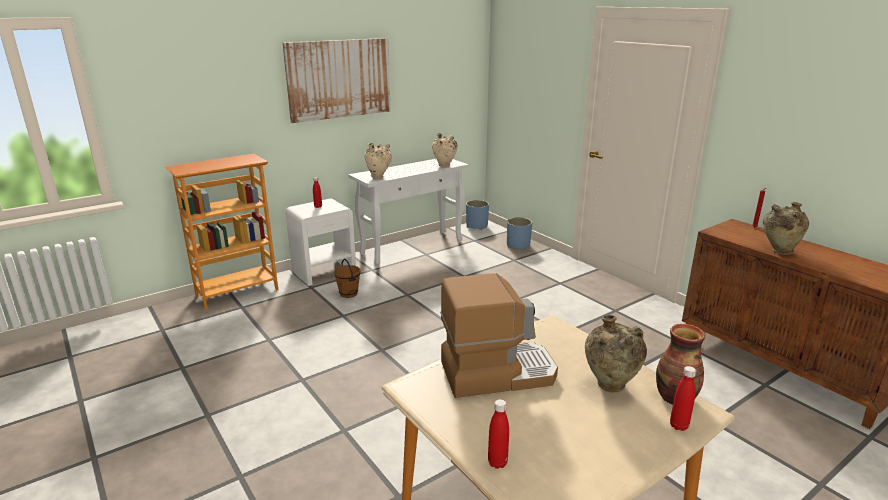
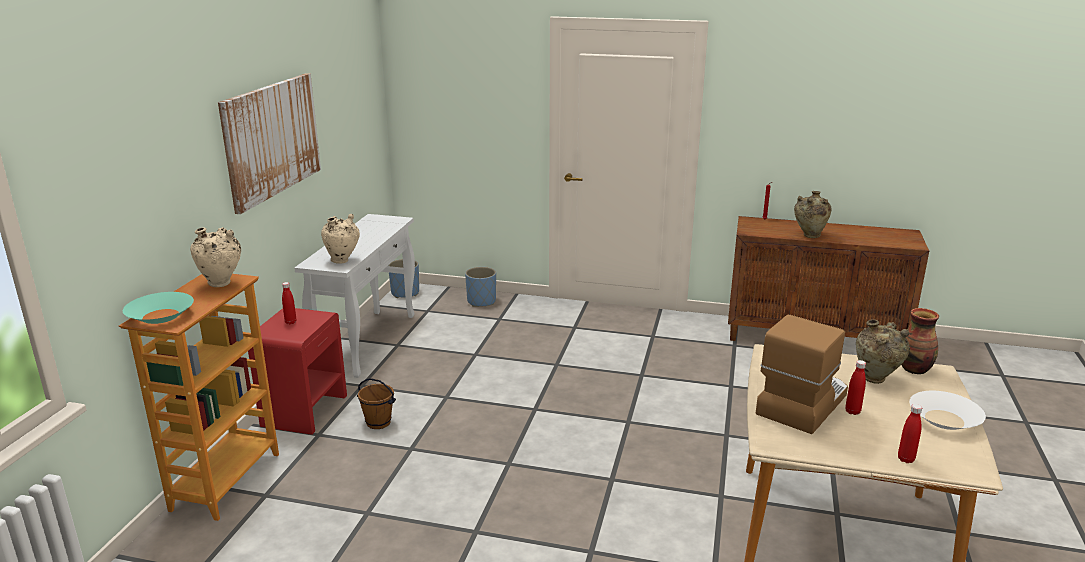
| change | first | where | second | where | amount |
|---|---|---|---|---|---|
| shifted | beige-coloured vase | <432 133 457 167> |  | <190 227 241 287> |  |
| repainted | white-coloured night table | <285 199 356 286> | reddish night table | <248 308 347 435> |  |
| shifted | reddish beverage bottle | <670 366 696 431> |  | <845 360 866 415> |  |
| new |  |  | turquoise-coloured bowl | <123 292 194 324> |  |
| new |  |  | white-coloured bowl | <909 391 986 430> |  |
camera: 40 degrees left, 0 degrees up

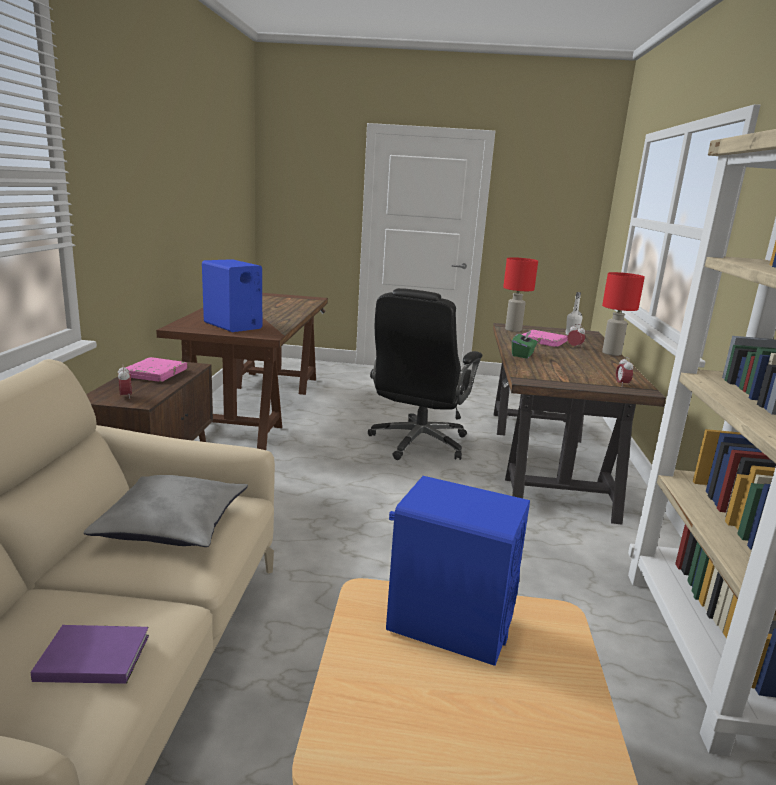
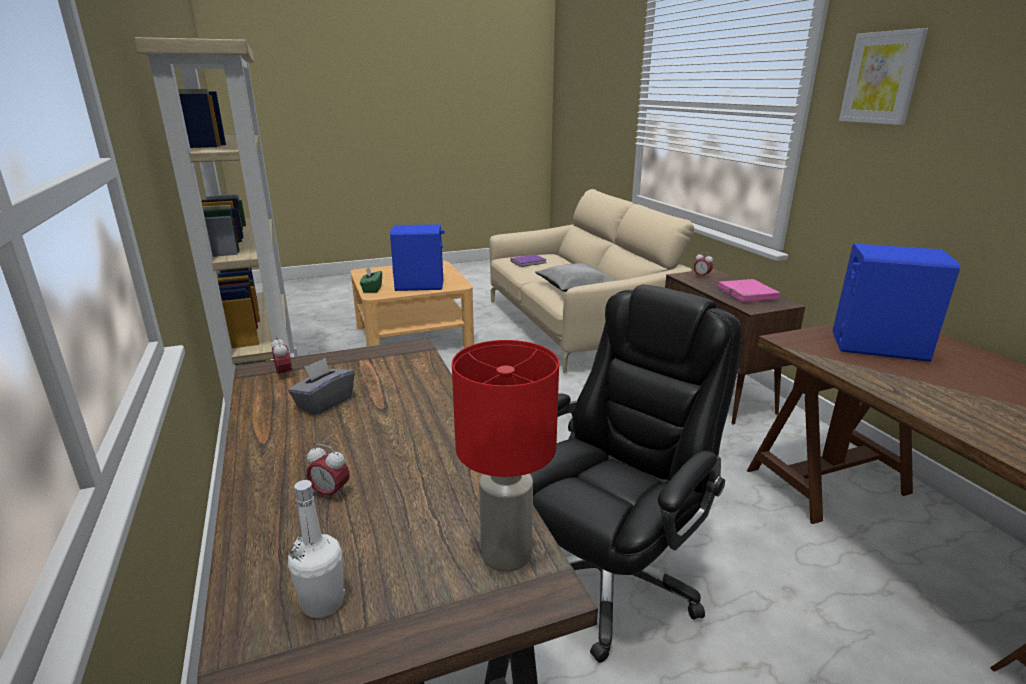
| change | first | where | second | where | amount |
|---|---|---|---|---|---|
| gone | reddish tabletop lamp | <602 272 645 356> |  |  |  |
| rotated | blackish desk chair | <368 288 482 460> |  | <530 285 742 663> | 45 degrees clockwise |
| shifted | green tissue box | <512 330 538 358> |  | <360 267 382 293> |  |
| gone | pink-coloured bound book | <521 330 568 347> |  |  |  |
| new |  |  | picture | <839 28 928 125> |  |
| new |  |  | gray tissue box | <288 358 355 416> |  |
camera: 155 degrees right, 5 degrees up

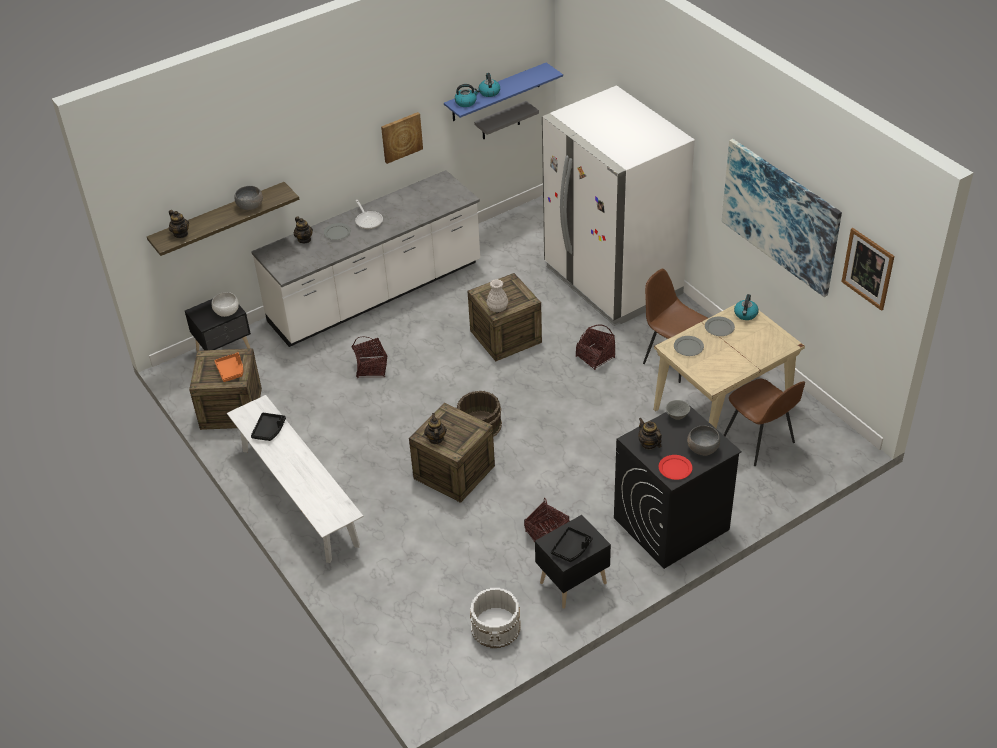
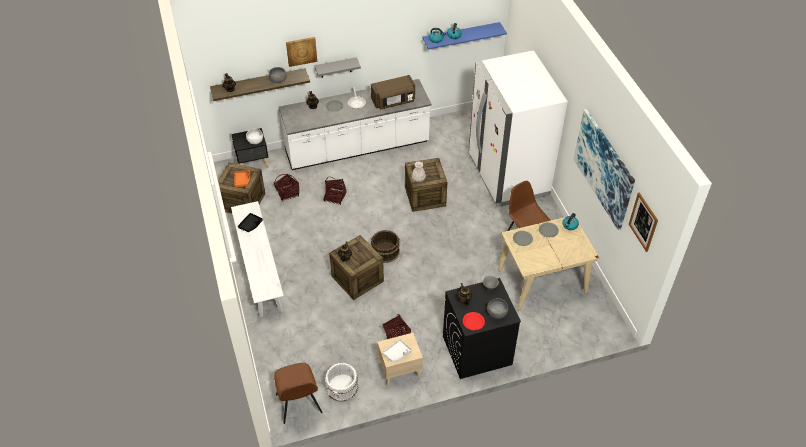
| change | first | where | second | where | amount |
|---|---|---|---|---|---|
| shifted | gray shelf | <474 101 539 139> |  | <314 57 361 78> |  |
| shifted | picture | <381 112 423 164> |  | <286 37 317 67> |  |
| shifted | household basket | <576 324 615 370> |  | <274 174 299 201> |  |
| shifted | brown upright chair | <724 379 805 466> |  | <274 363 322 424> |  |
| repainted | blackish night table | <535 515 611 609> | beige-coloured night table | <377 333 423 387> |  |
| repainted | blackish carrying tray | <551 527 592 562> | white-coloured carrying tray | <383 339 412 362> |  |
| new |  |  | brown microwave | <371 75 415 110> |  |
camera: 15 degrees right, 5 degrees up

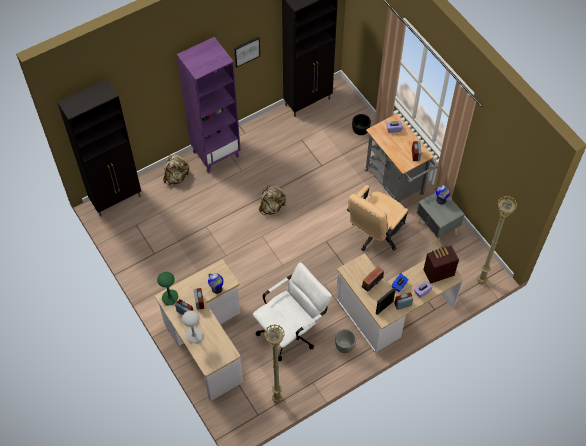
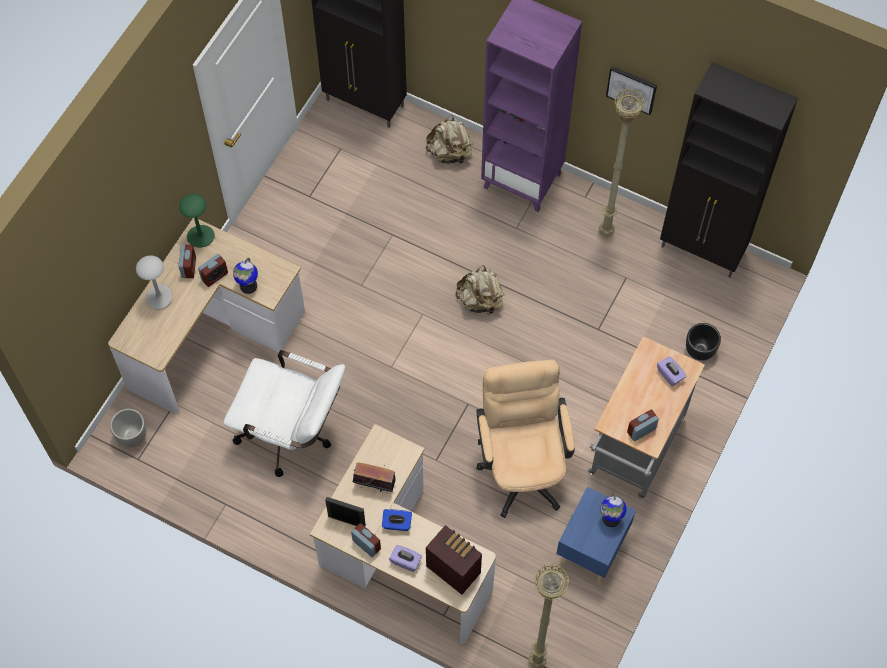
| change | first | where | second | where | amount |
|---|---|---|---|---|---|
| rotated | beige-coloured desk chair | <347 185 408 251> |  | <476 360 575 518> | 75 degrees clockwise |
| repainted | gray night table | <416 192 465 246> | blue-coloured night table | <556 487 636 585> |  |
| shifted | beige-coloured standard lamp | <264 325 285 404> |  | <599 89 645 237> |  |
| shifted | plant pot | <335 329 356 353> |  | <110 408 146 447> |  |
camera: 60 degrees right, 5 degrees up

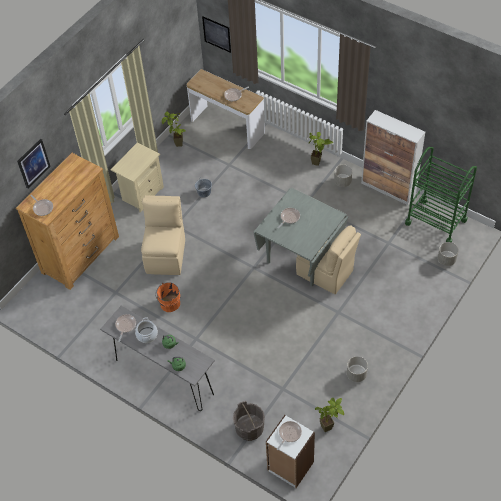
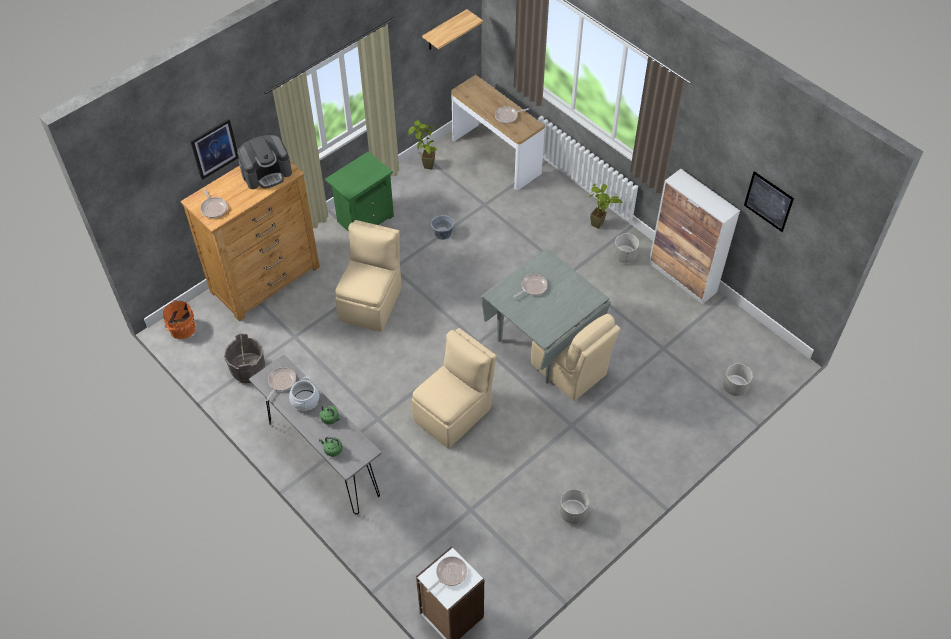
| change | first | where | second | where | amount |
|---|---|---|---|---|---|
| shifted | picture | <202 16 231 53> |  | <744 171 794 232> |  |
| repainted | beige-coloured night table | <111 143 164 213> | green night table | <325 152 394 232> |  |
| gone | green trolley | <405 147 477 242> |  |  |  |
| shifted | orangey water bucket | <155 282 180 312> |  | <163 300 196 339> |  |
| gone | houseplant | <315 398 344 432> |  |  |  |
| shifted | gray water bucket | <233 401 265 441> |  | <224 333 265 383> |  |
| new |  |  | shelf | <422 9 483 50> |  |
| new |  |  | coffee brewer | <237 135 292 189> |  |
| new |  |  | beige-coloured upright chair | <411 328 497 448> |  |
camera: 10 degrees right, 0 degrees up

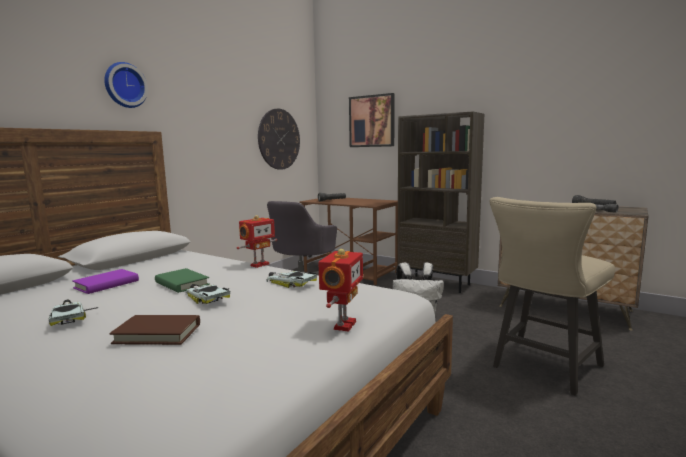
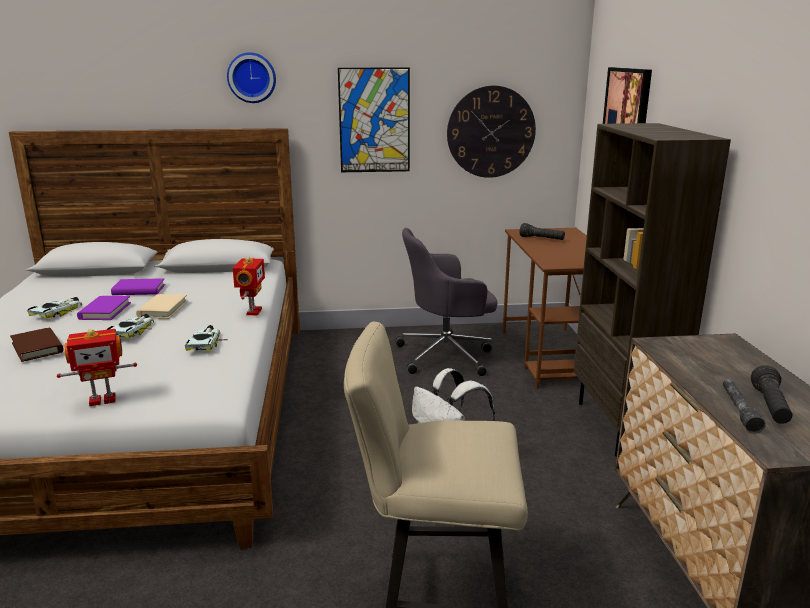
| change | first | where | second | where | amount |
|---|---|---|---|---|---|
| rotated | model robot | <237 215 277 268> |  | <233 257 265 315> | 90 degrees counterclockwise |
| repainted | green bound book | <155 268 210 293> | beige-coloured bound book | <136 294 188 319> |  |
| new |  |  | picture | <338 67 410 172> |  |
| new |  |  | purple-coloured bound book | <77 296 131 320> |  |
camera: 50 degrees right, 10 degrees up

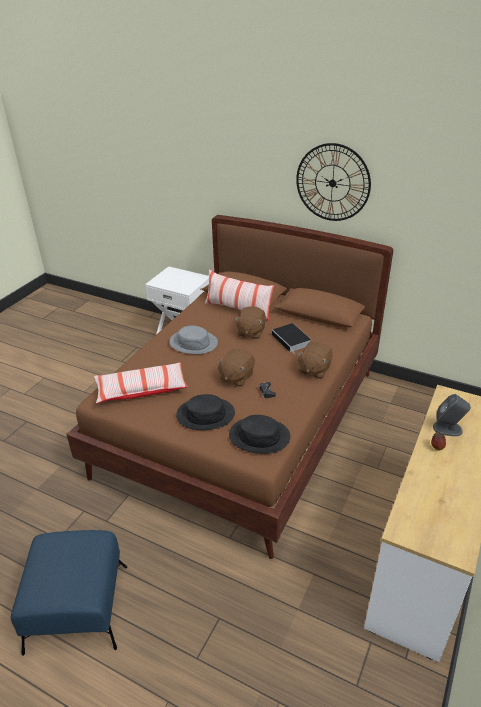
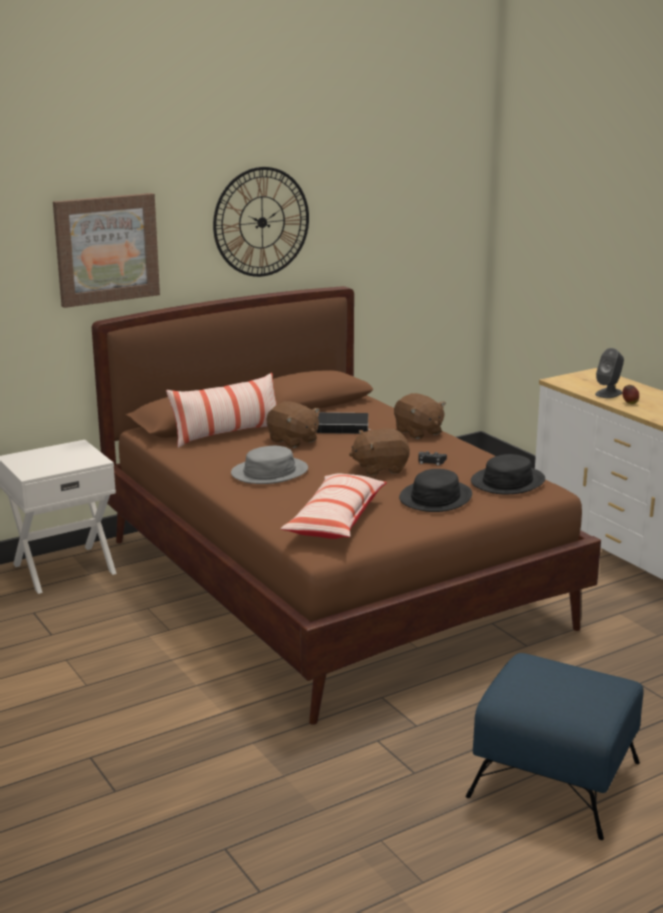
| change | first | where | second | where | amount |
|---|---|---|---|---|---|
| rotated | brown soft toy | <217 349 255 387> |  | <349 428 410 476> | 105 degrees clockwise |
| new |  |  | picture | <53 193 160 308> |  |
camera: 60 degrees left, 15 degrees down

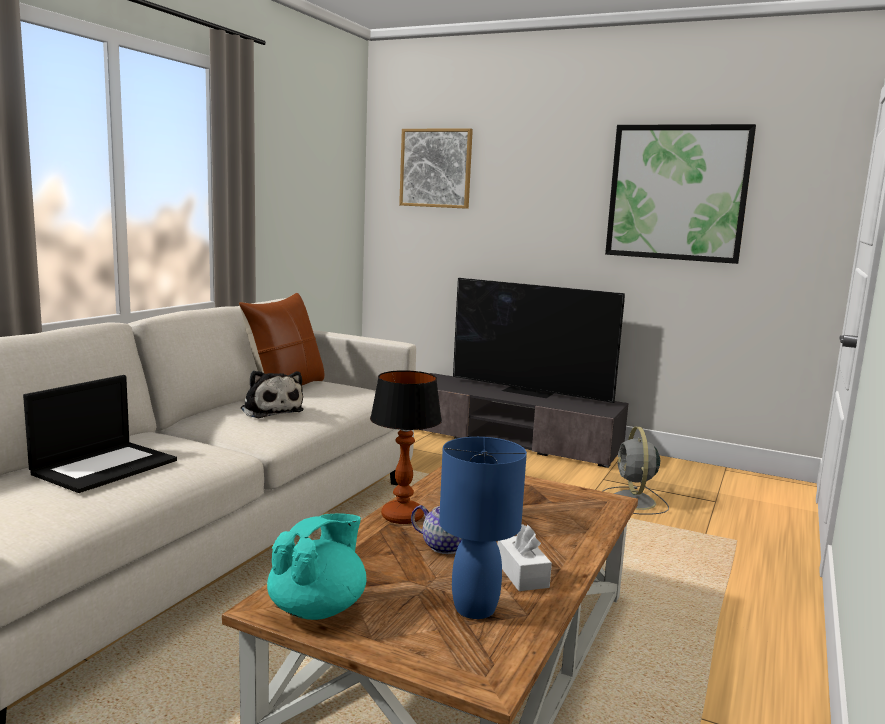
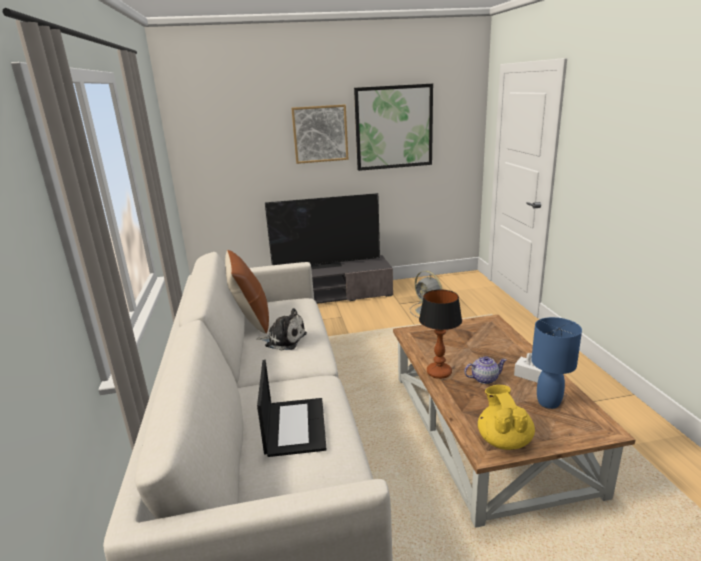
| change | first | where | second | where | amount |
|---|---|---|---|---|---|
| shifted | picture | <399 129 473 209> |  | <291 104 349 164> |  |
| repainted | turquoise-coloured tea pot | <267 513 366 620> | yellow tea pot | <478 385 535 450> |  |
camera: 35 degrees left, 10 degrees up

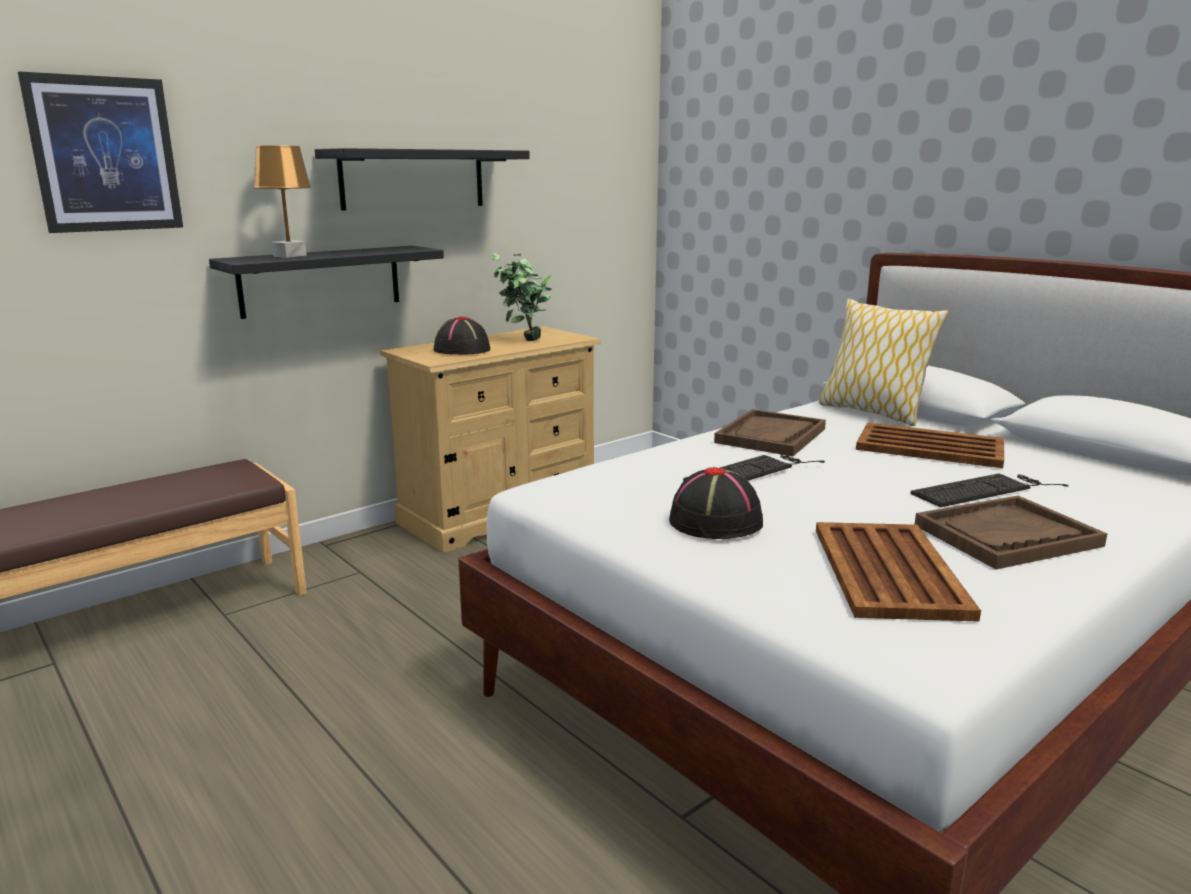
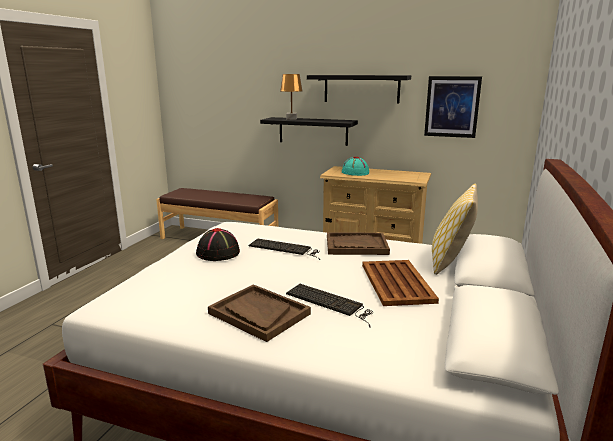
| change | first | where | second | where | amount |
|---|---|---|---|---|---|
| shifted | picture | <18 71 183 233> |  | <424 76 482 138> |  |
| gone | houseplant | <492 253 552 341> |  |  |  |
| repainted | blackish hat | <433 317 490 355> | turquoise-coloured hat | <342 157 369 176> |  |
| gone | brown carrying tray | <816 522 981 622> |  |  |  |
camera: 60 degrees right, 0 degrees up

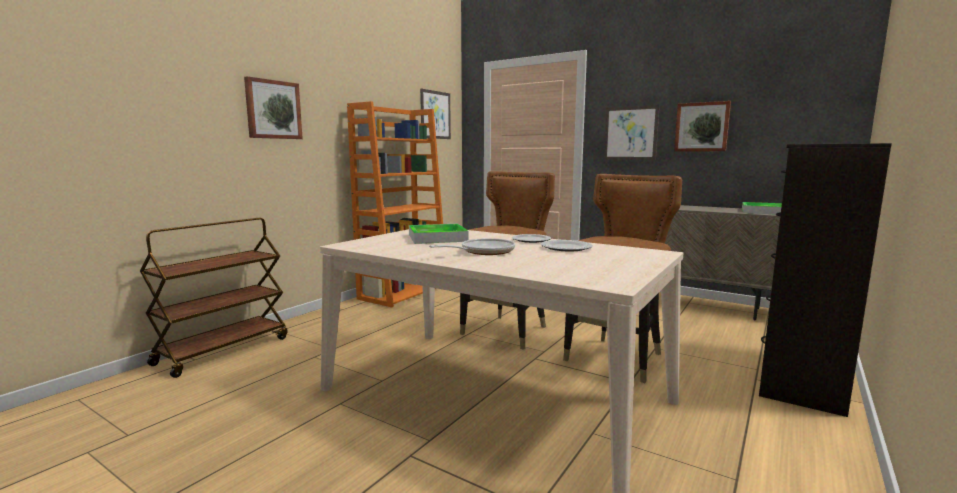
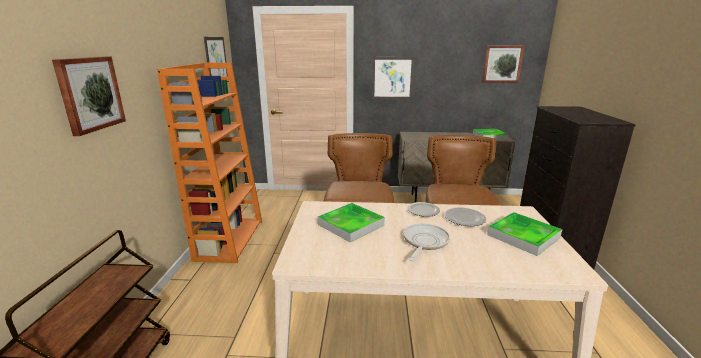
| change | first | where | second | where | amount |
|---|---|---|---|---|---|
| shifted | picture | <674 101 731 151> |  | <482 46 524 83> |  |
| new |  |  | carrying tray | <487 212 562 256> |  |
camera: 30 degrees left, 10 degrees up

